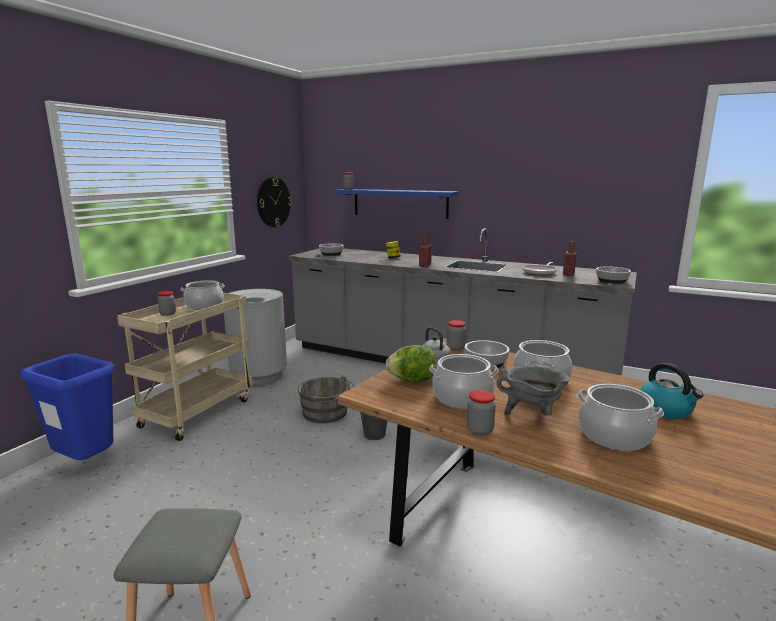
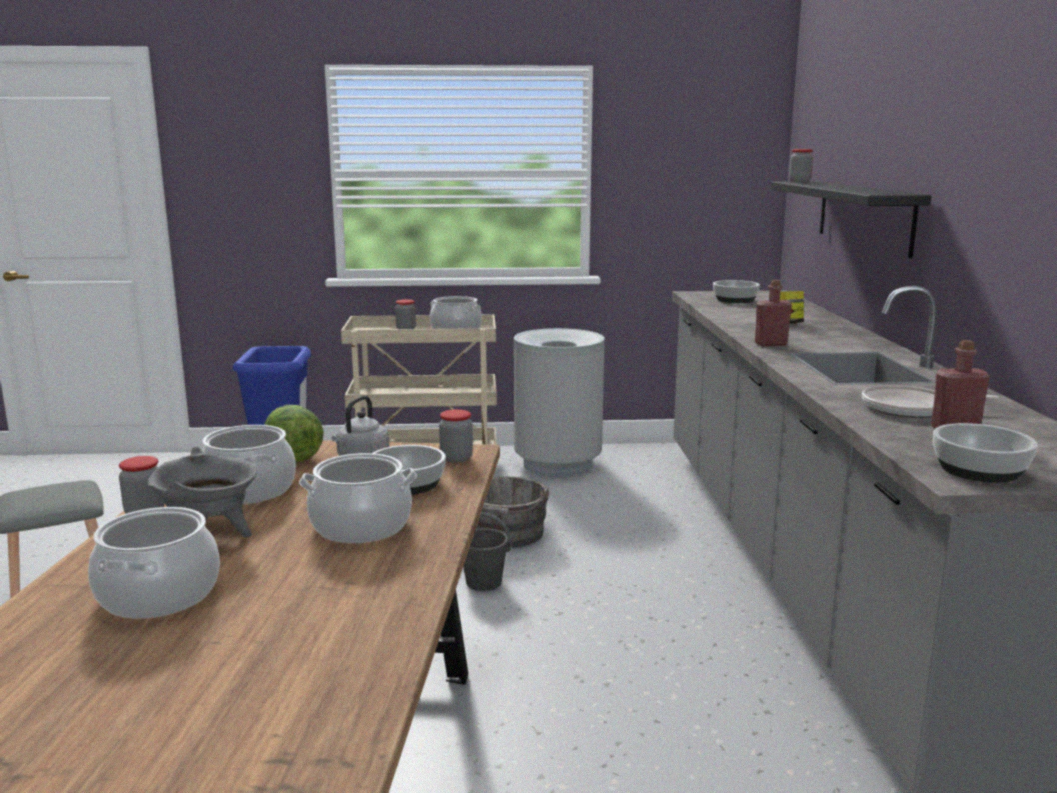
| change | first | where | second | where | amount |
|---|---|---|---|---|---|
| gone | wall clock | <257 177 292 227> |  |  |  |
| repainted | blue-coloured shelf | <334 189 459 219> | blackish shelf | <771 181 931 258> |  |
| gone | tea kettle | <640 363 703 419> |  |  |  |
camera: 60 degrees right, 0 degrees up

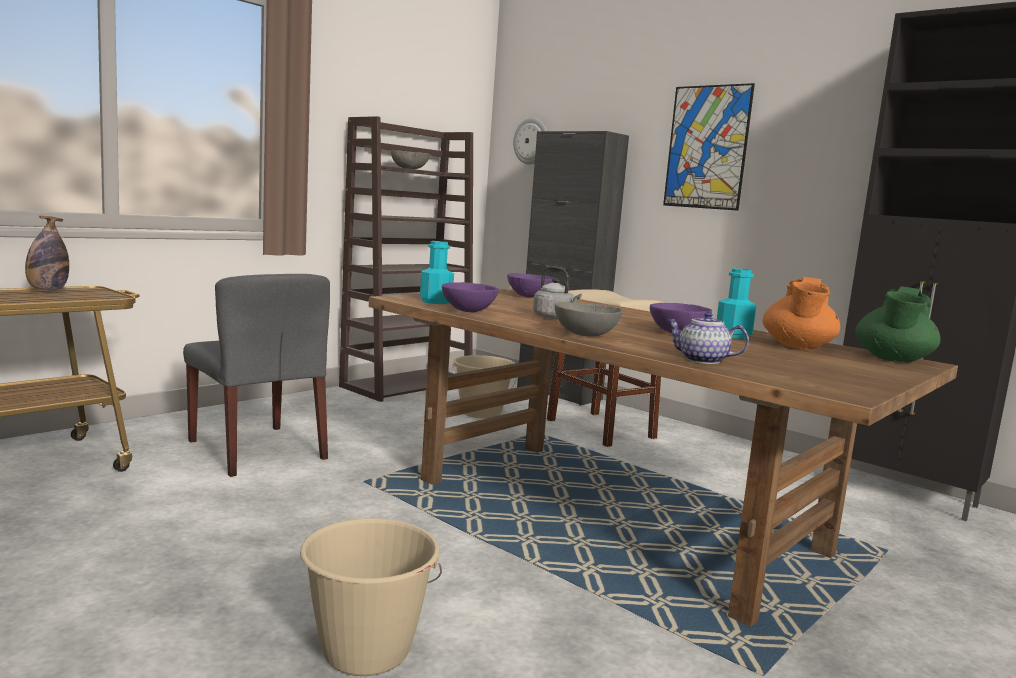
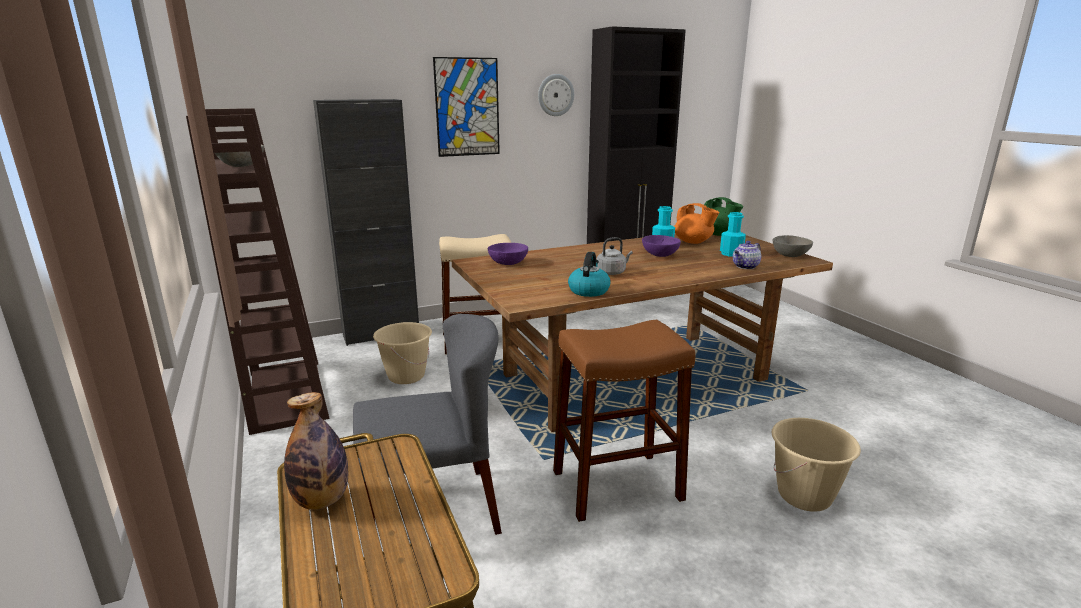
| change | first | where | second | where | amount |
|---|---|---|---|---|---|
| shifted | wall clock | <513 118 547 165> |  | <538 74 574 116> |  |
| shifted | turquoise-coloured beverage bottle | <420 241 454 304> |  | <720 212 746 257> |  |
| swapped | purple-coloured bowl | <442 282 499 312> | tea kettle | <568 252 611 297> |  |
| shifted | gray bowl | <555 302 622 337> |  | <773 235 813 257> |  |
| new |  |  | brown stool seat | <553 320 695 522> |  |
camera: 65 degrees left, 10 degrees up

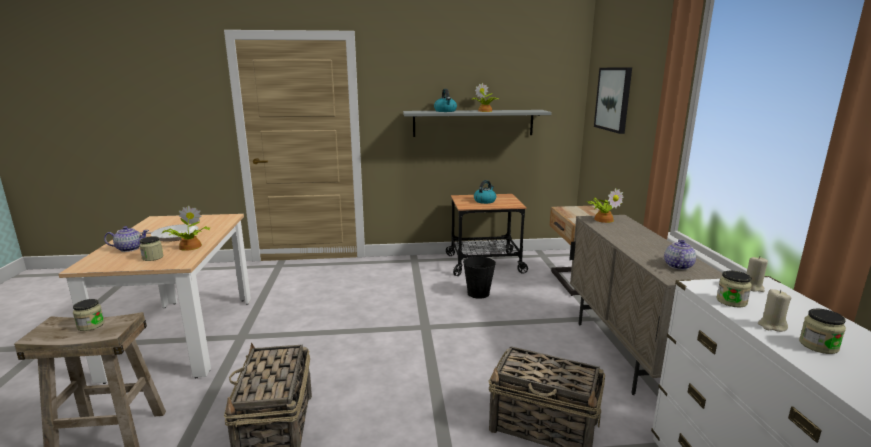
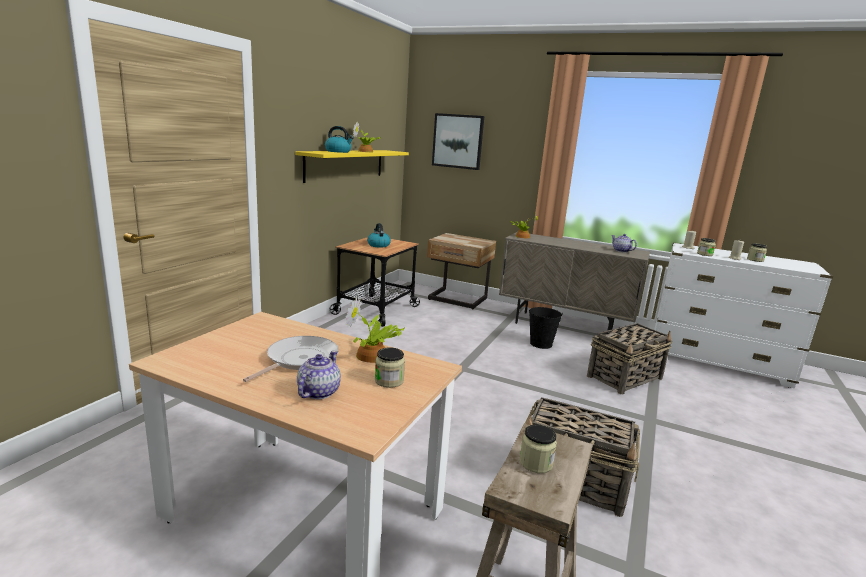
| change | first | where | second | where | amount |
|---|---|---|---|---|---|
| repainted | gray shelf | <403 110 552 137> | yellow shelf | <295 150 409 183> |  |
| shifted | blackish water bucket | <463 255 496 299> |  | <529 307 563 349> |  |
camera: 60 degrees left, 0 degrees up

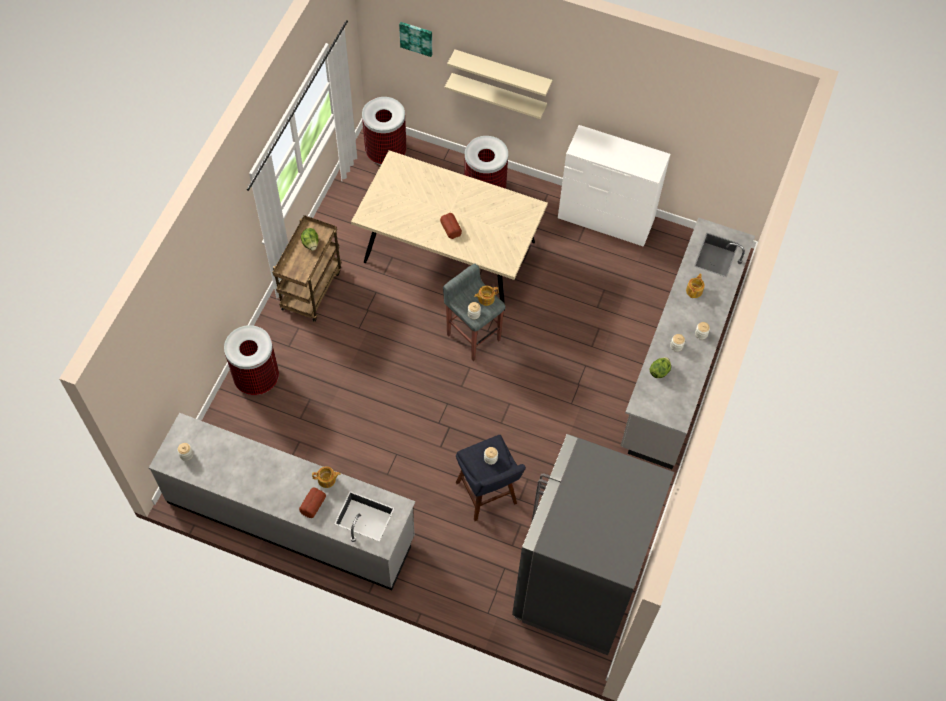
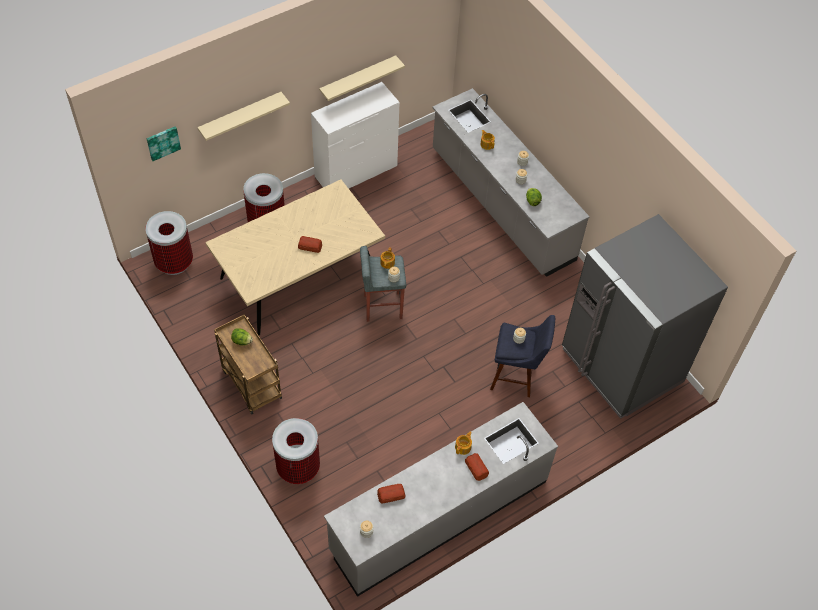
| change | first | where | second | where | amount |
|---|---|---|---|---|---|
| shifted | beige-coloured shelf | <445 73 547 119> |  | <319 55 405 101> |  |
| new |  |  | bakery bread | <377 484 405 504> |  |
camera: 55 degrees left, 5 degrees down

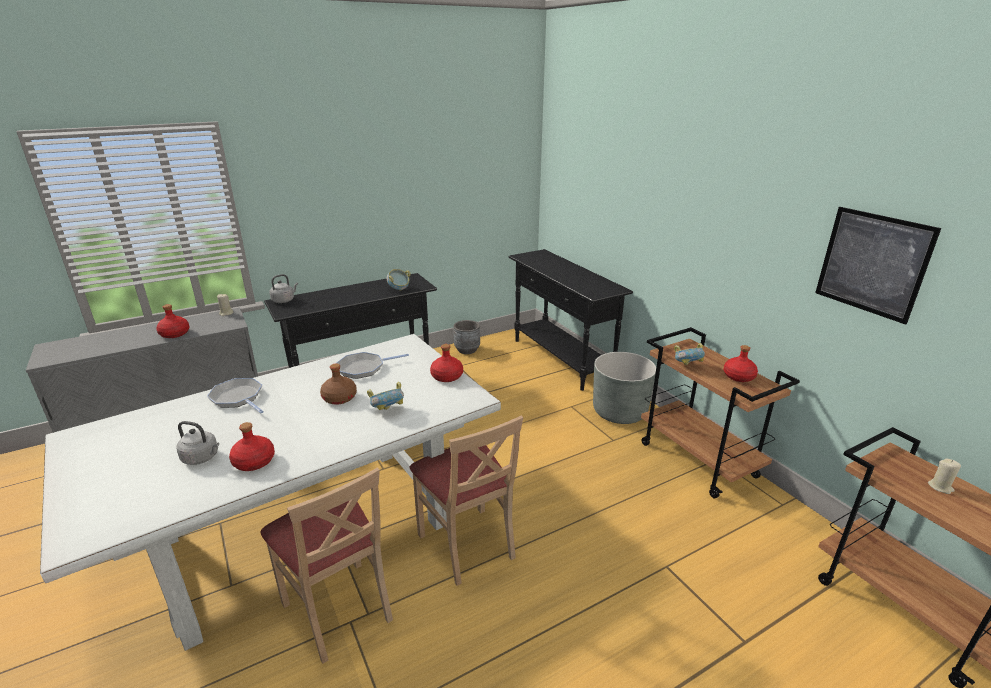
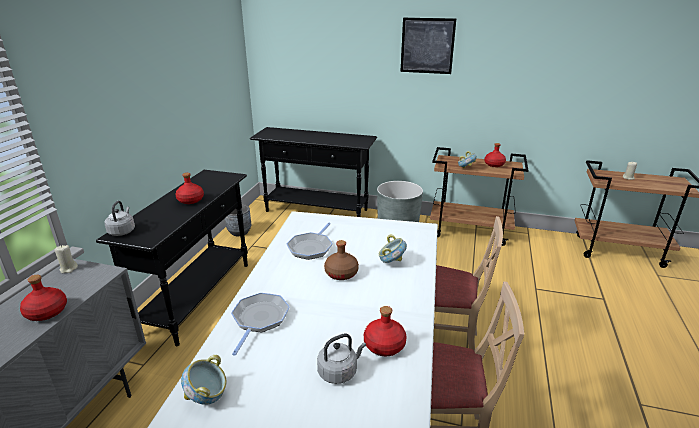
| change | first | where | second | where | amount |
|---|---|---|---|---|---|
| shifted | picture | <815 207 941 325> |  | <400 18 456 74> |  |
| shifted | bowl | <387 269 411 291> |  | <181 355 226 405> |  |
| shifted | reddish beverage bottle | <430 344 463 382> |  | <176 173 204 204> |  |
| rotated | pan | <207 378 264 413> |  | <231 293 290 356> | 105 degrees clockwise |
camera: 45 degrees left, 0 degrees up

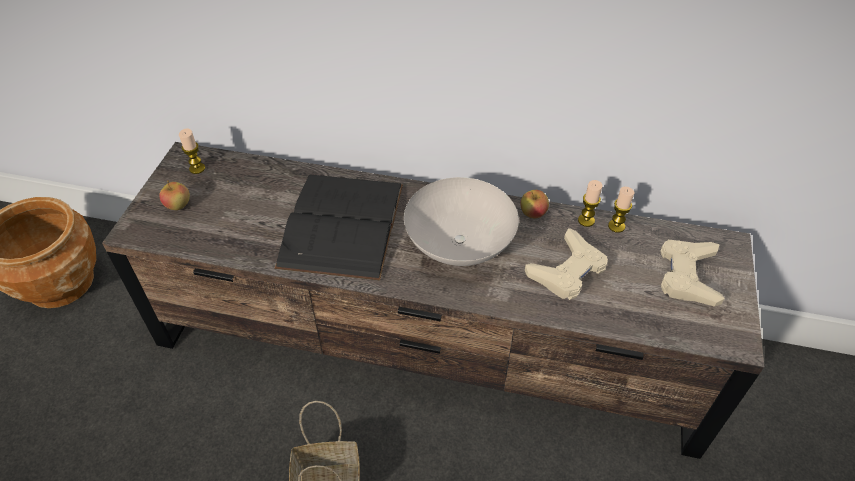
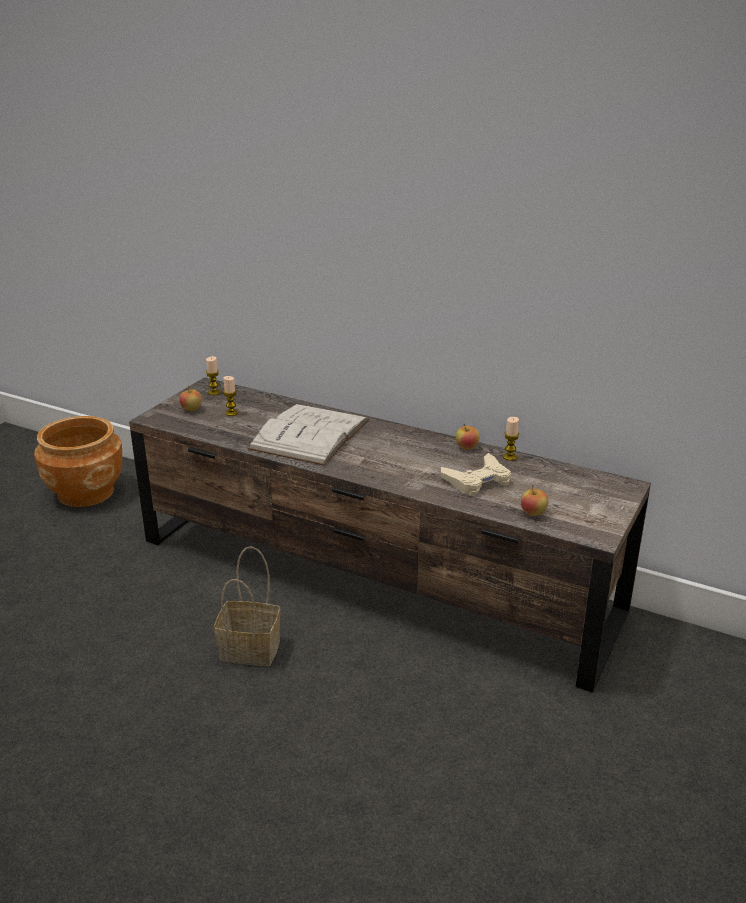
| change | first | where | second | where | amount |
|---|---|---|---|---|---|
| repainted | blackish bound book | <274 174 403 280> | white-coloured bound book | <247 404 369 465> |  |
| gone | white-coloured bowl | <404 177 519 266> |  |  |  |
| shifted | wax light | <608 187 635 233> |  | <223 376 238 416> |  |
| gone | beige-coloured game controller | <661 240 725 307> |  |  |  |
| new |  |  | apple | <521 485 548 516> |  |
camera: 15 degrees right, 20 degrees down

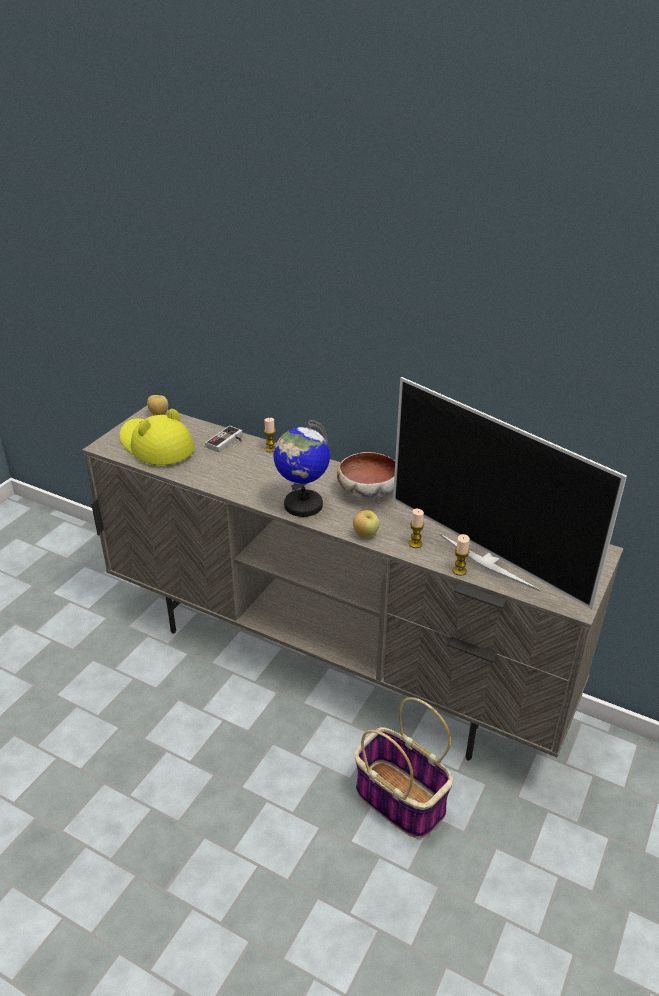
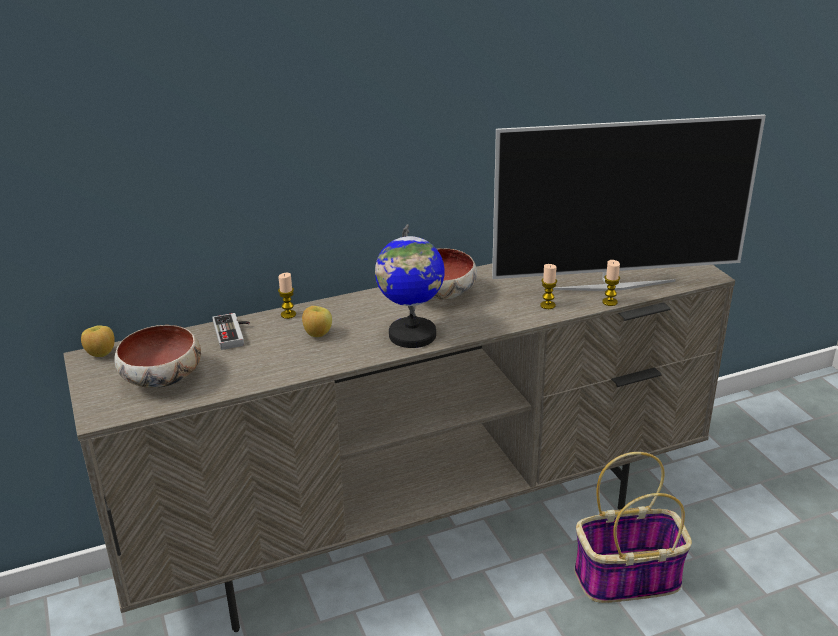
| change | first | where | second | where | amount |
|---|---|---|---|---|---|
| swapped | yellow hat | <119 409 194 465> | bowl | <114 325 201 388> |  |
| shifted | apple | <353 510 379 538> |  | <302 306 332 337> |  |
camera: 50 degrees left, 5 degrees down

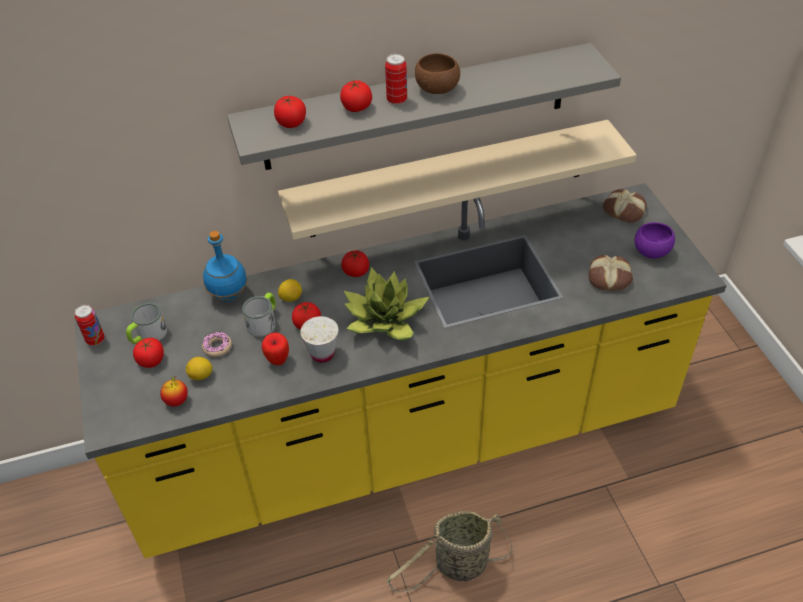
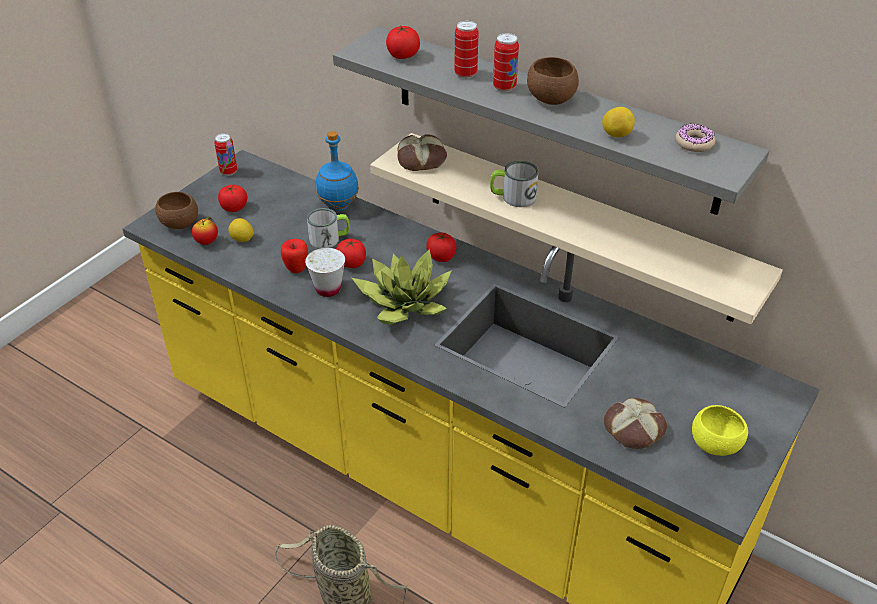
| change | first | where | second | where | amount |
|---|---|---|---|---|---|
| swapped | fresh tomato | <340 80 372 112> | sealed can | <454 21 479 78> |  |
| shifted | bakery bread | <603 189 647 223> |  | <397 134 447 171> |  |
| repainted | purple-coloured bowl | <635 222 675 259> | yellow bowl | <692 405 748 456> |  |
| shifted | lemon | <278 279 302 302> |  | <602 107 635 137> |  |
| shifted | coffee mug | <126 303 167 344> |  | <490 161 539 207> |  |
| shifted | ring doughnut | <202 332 232 357> |  | <675 124 716 152> |  |
| new |  |  | brown bowl | <155 192 198 229> |  |
camera: 50 degrees right, 5 degrees down

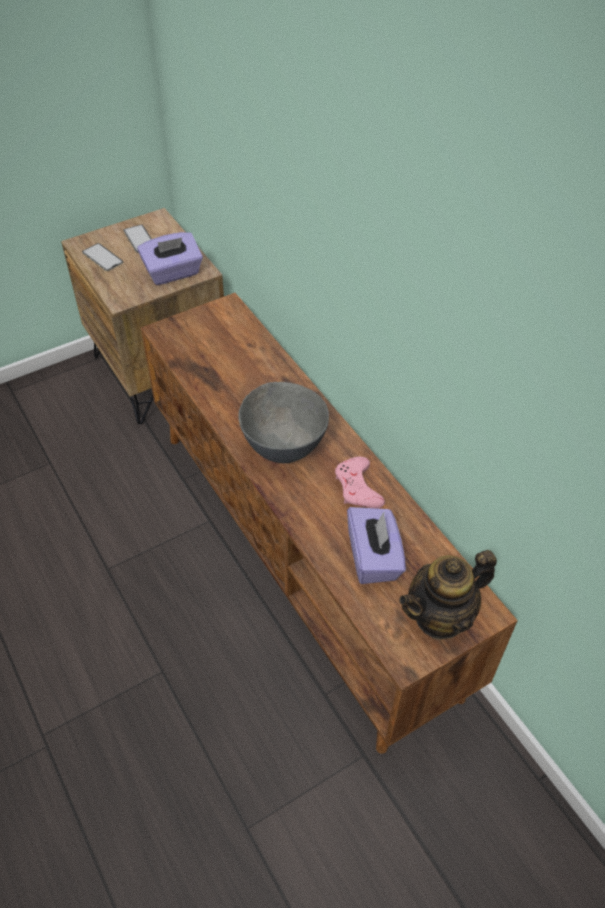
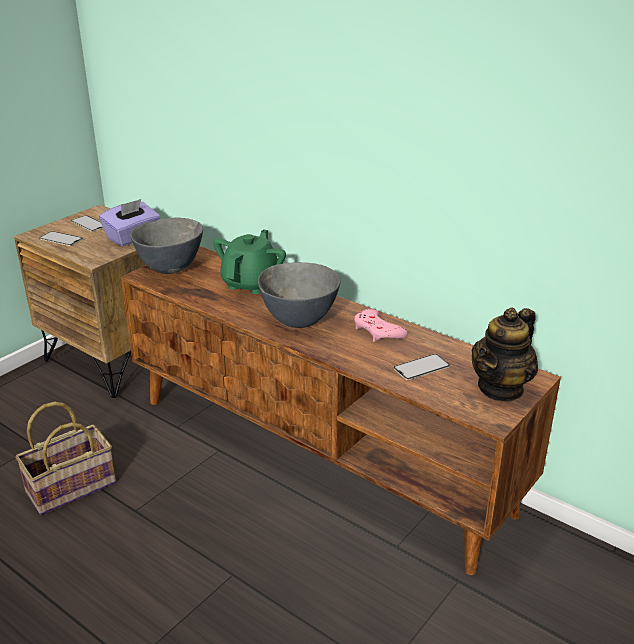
| change | first | where | second | where | amount |
|---|---|---|---|---|---|
| swapped | purple-coloured tissue box | <347 507 406 584> | handset | <393 354 450 380> |  |
| new |  |  | gray bowl | <130 217 203 274> |  |
| new |  |  | green tea pot | <213 229 286 294> |  |
| new |  |  | household basket | <16 402 116 515> |  |
camera: 20 degrees left, 20 degrees down

